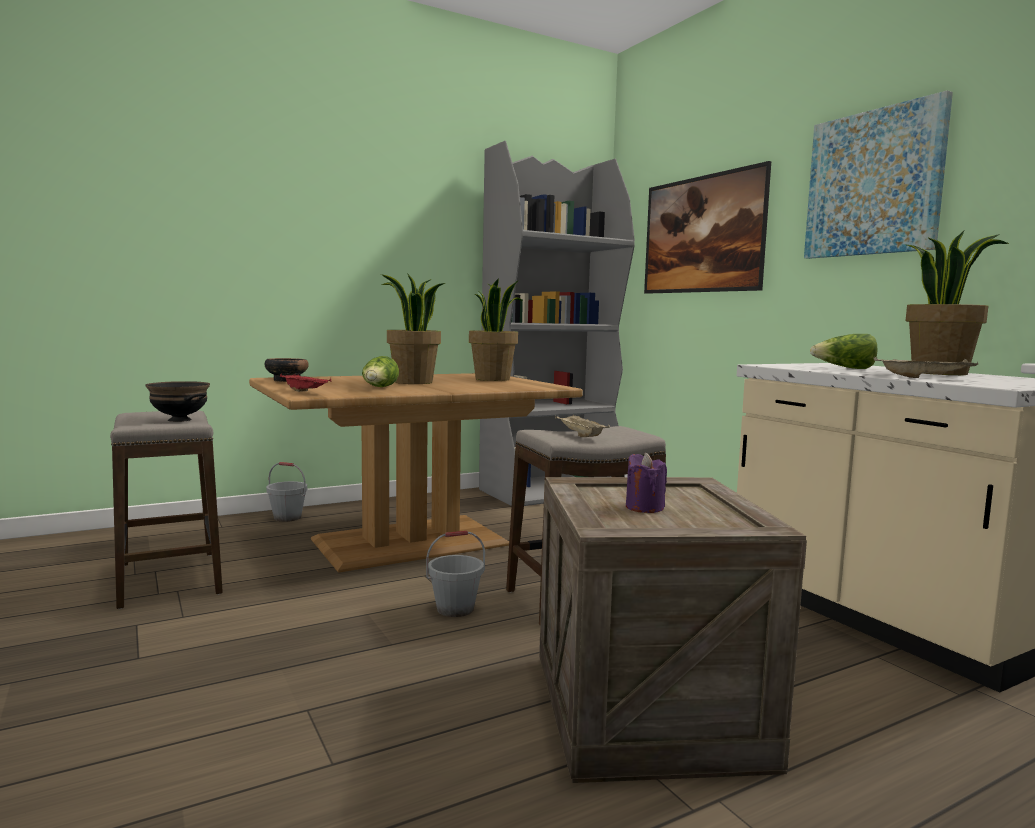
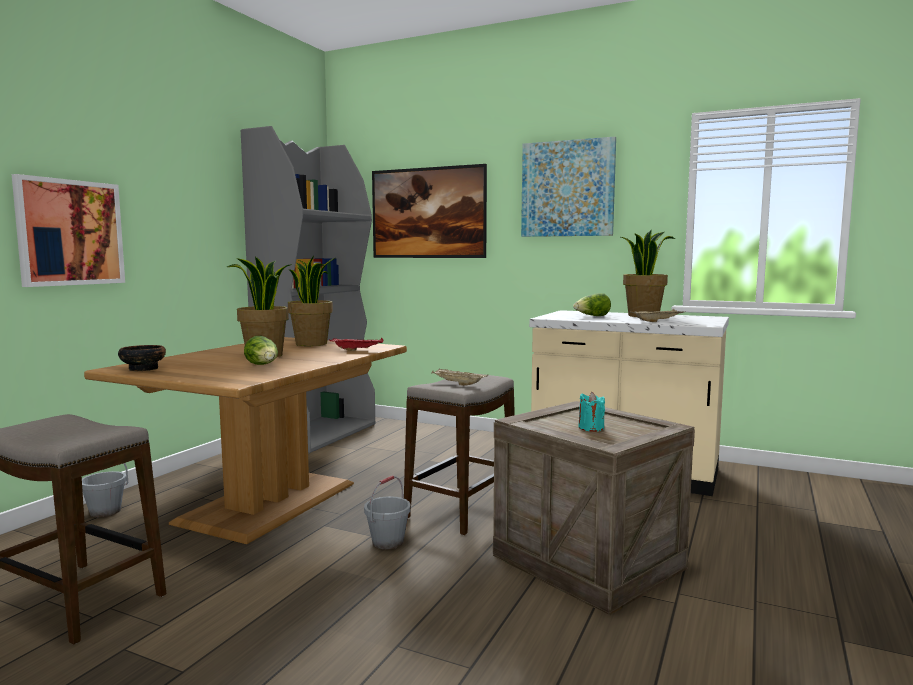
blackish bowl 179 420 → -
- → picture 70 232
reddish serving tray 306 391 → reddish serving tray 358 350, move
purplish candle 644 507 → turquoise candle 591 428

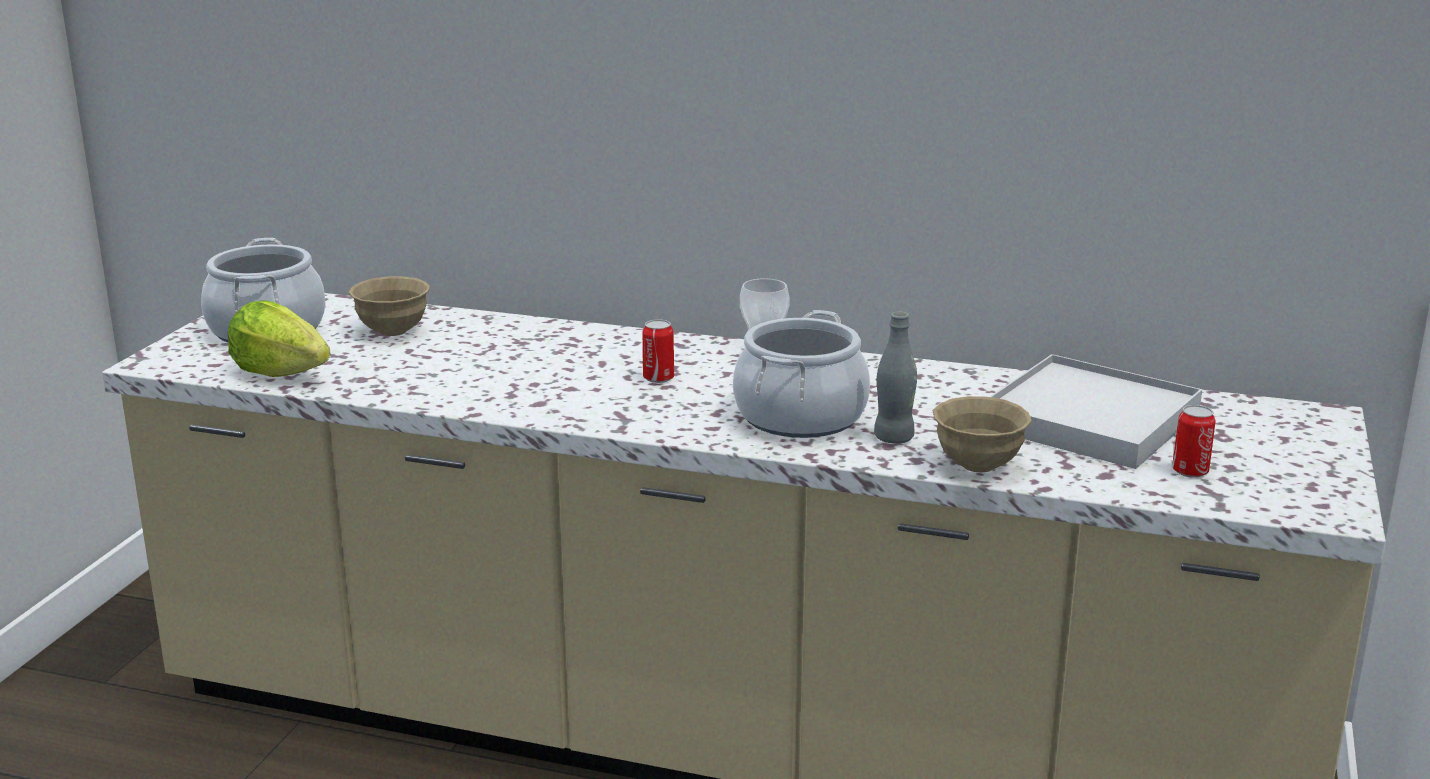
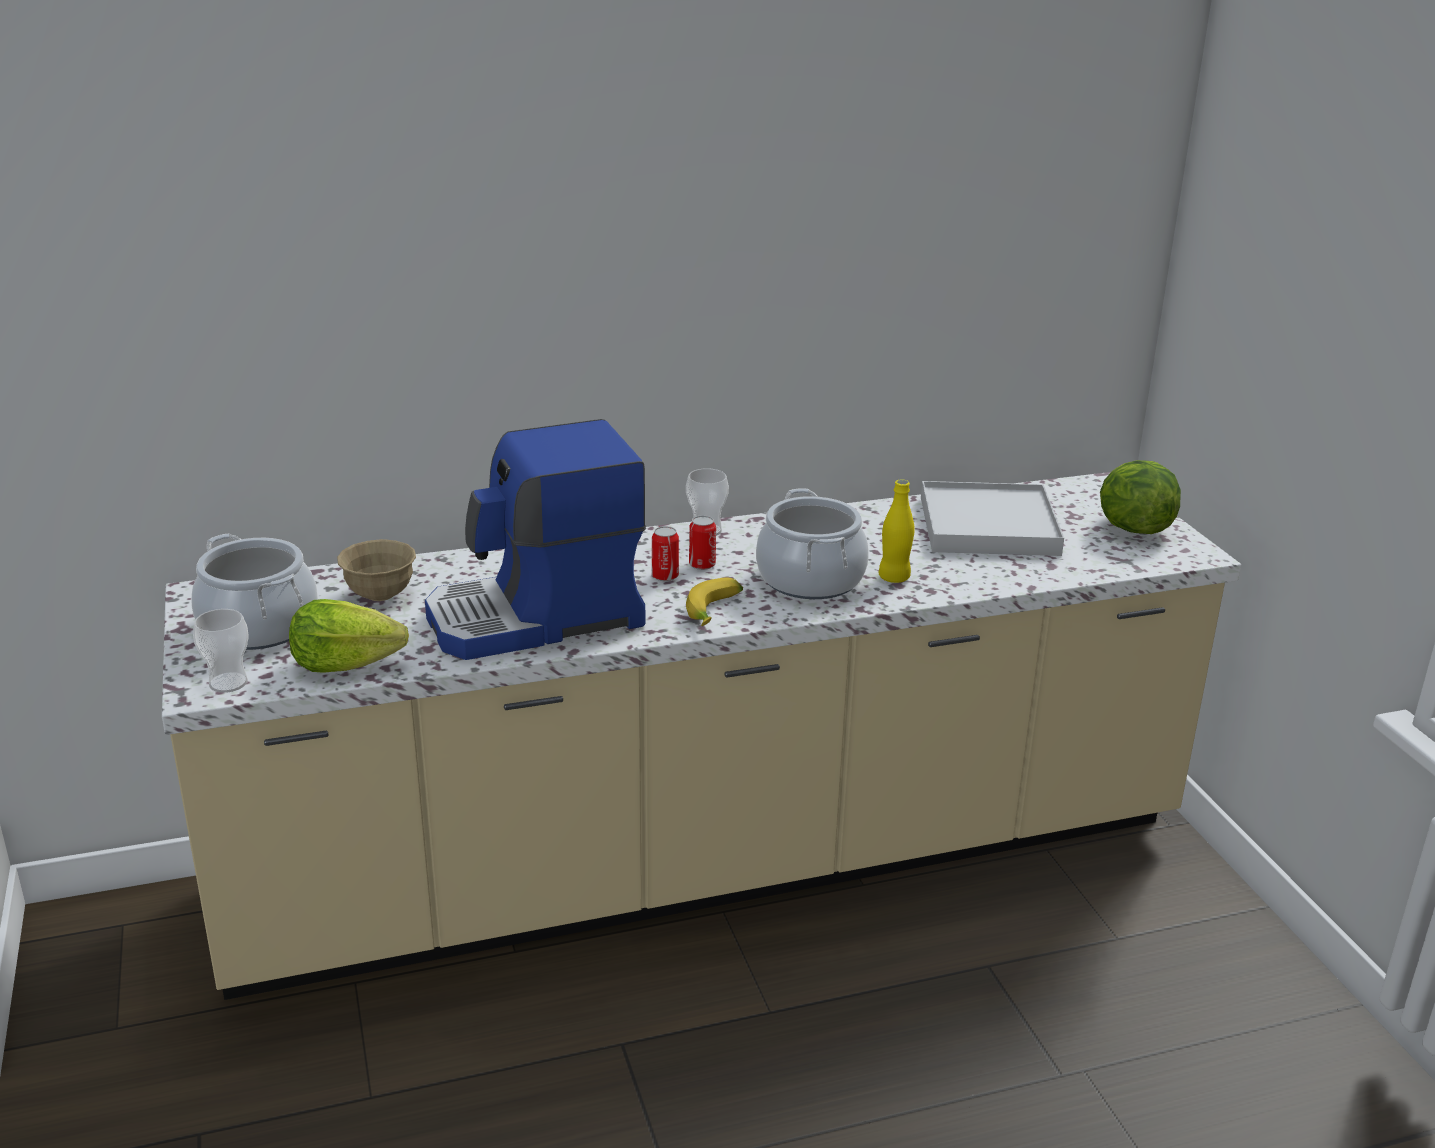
beige bowl 978 465 → -
- → small cup 228 683
- → coffee brewer 537 618
- → whole banana 716 612
- → lettuce head 1132 528
can 1190 471 → can 702 565, move
greyish beverage bottle 893 438 → yellowish beverage bottle 894 578

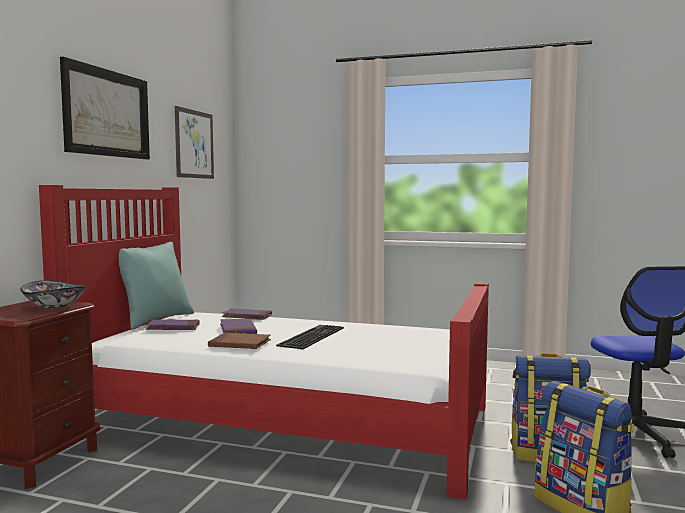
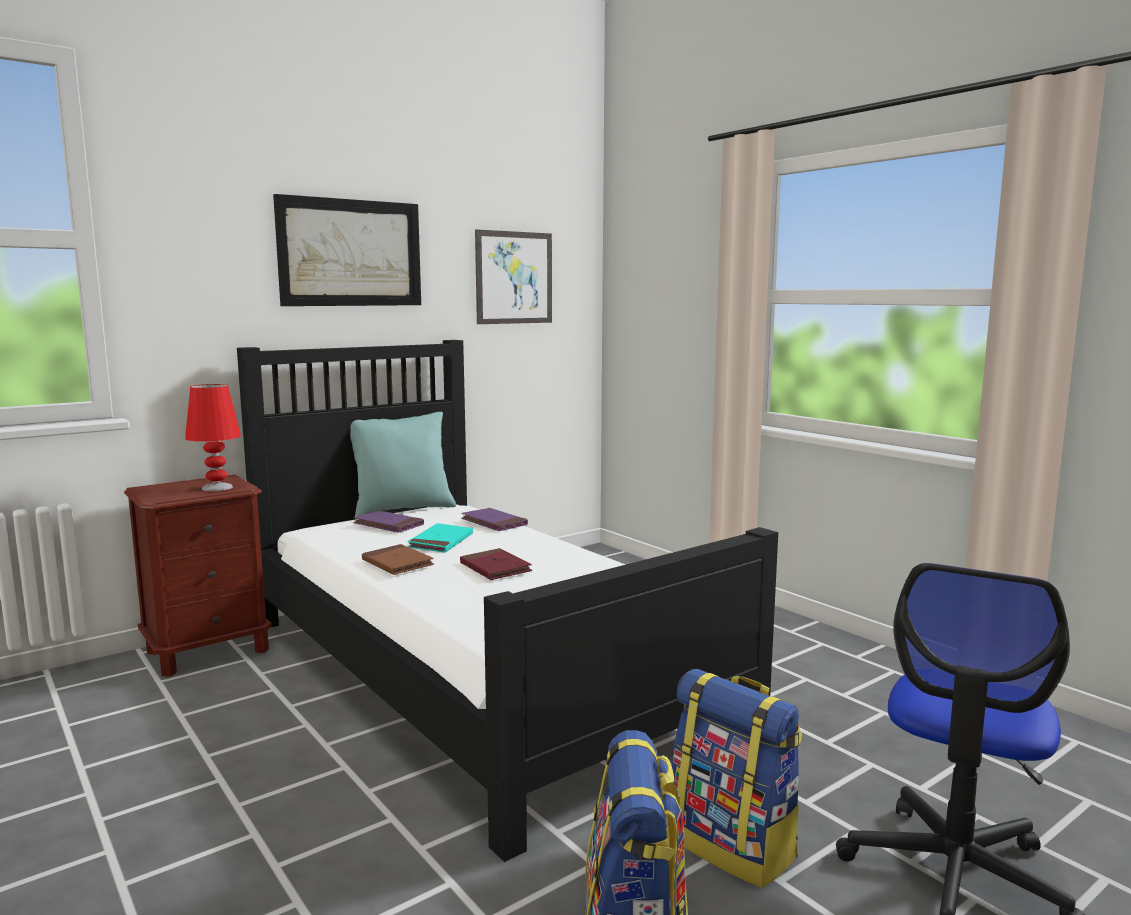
bowl 54 306 → reddish lamp for a table 217 487
keyboard 310 336 → reddish bound book 495 568
reddish bedroom bed 280 420 → blackish bedroom bed 474 670
purplish bound book 238 330 → turquoise bound book 441 541

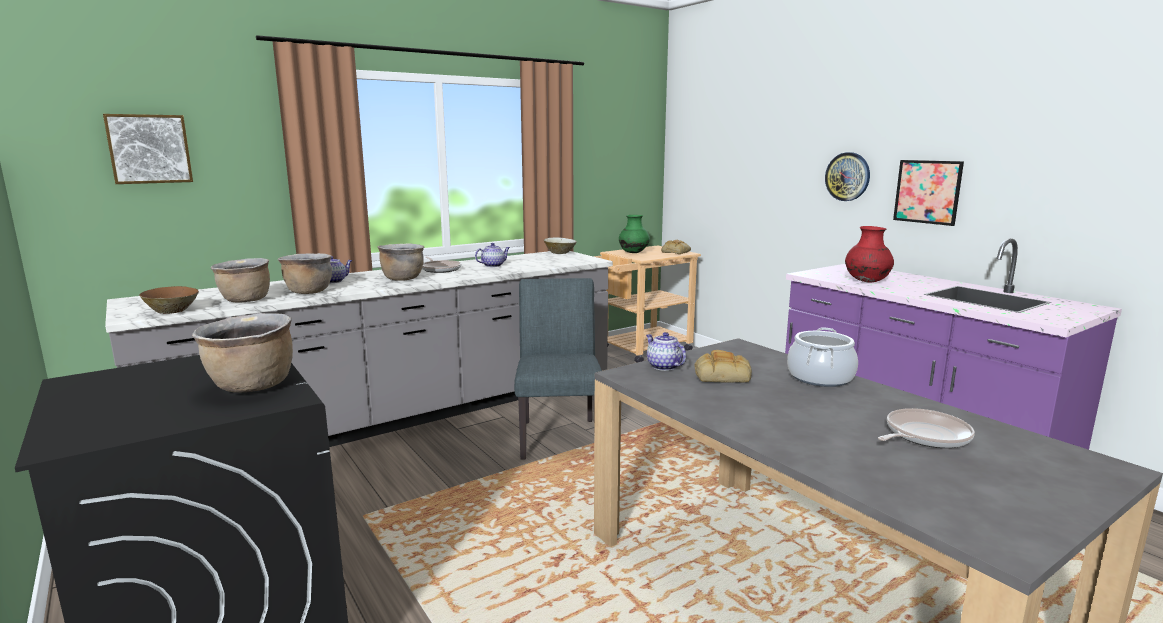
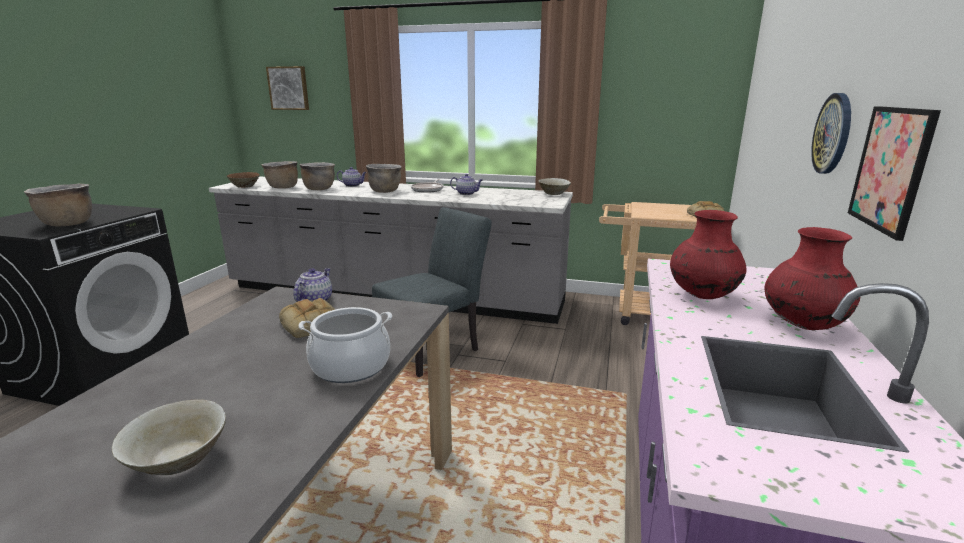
green vase 633 253 → -
- → reddish vase 802 325
pan 924 436 → beige bowl 178 460

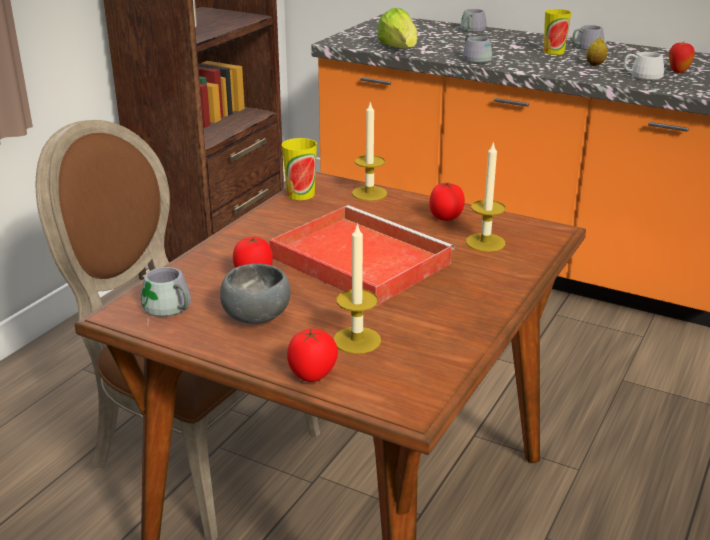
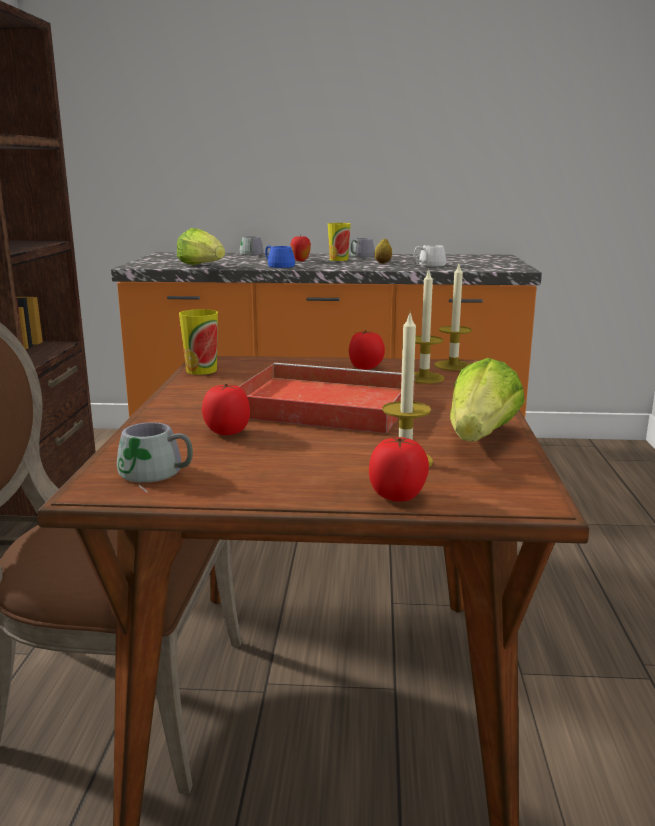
greyish bowl 258 317 → -
- → lettuce head 480 438
candle 369 193 → candle 453 365, move
apple 678 71 → apple 300 260, move
greyish tea mug 477 58 → blue-coloured tea mug 280 266

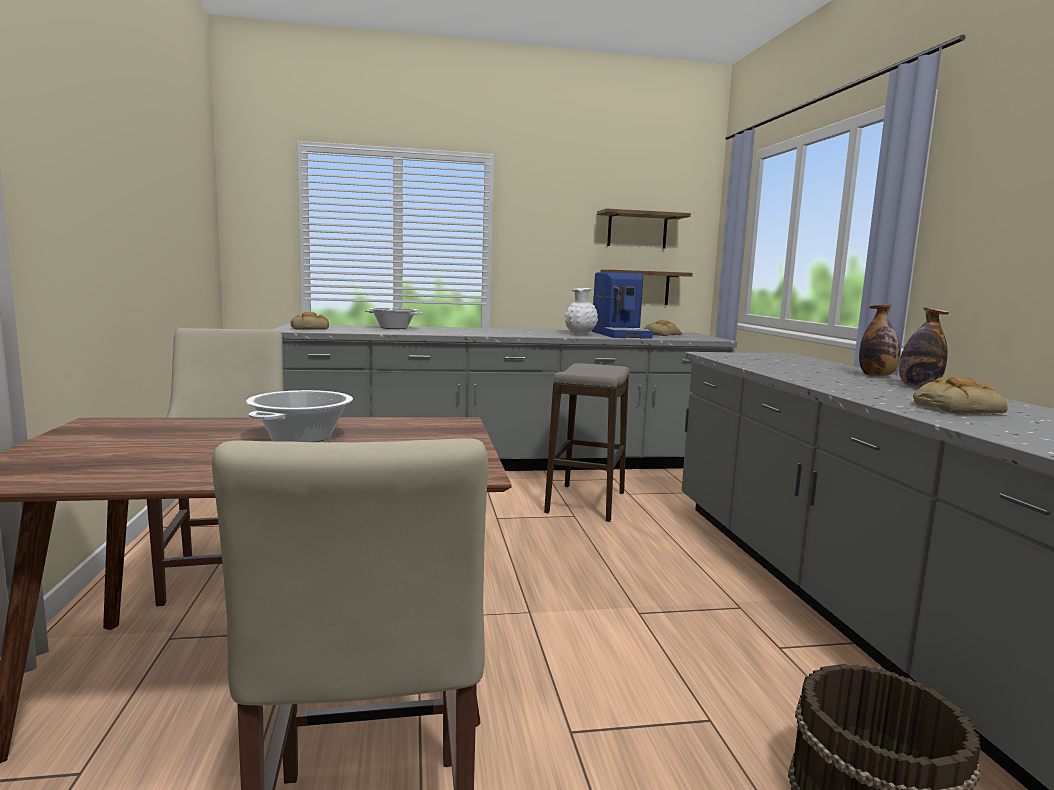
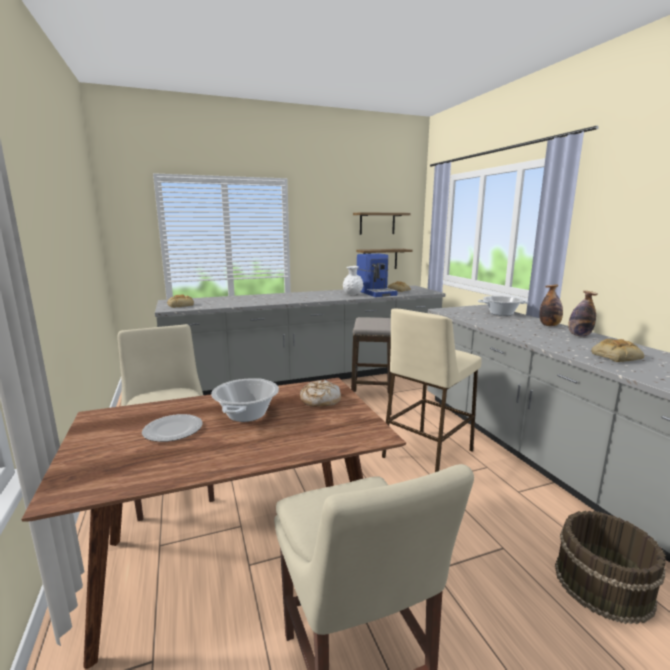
- → flat dish 172 430
- → bread 320 400
- → beige stool seat 427 454
saucepot 393 328 → saucepot 501 313, move

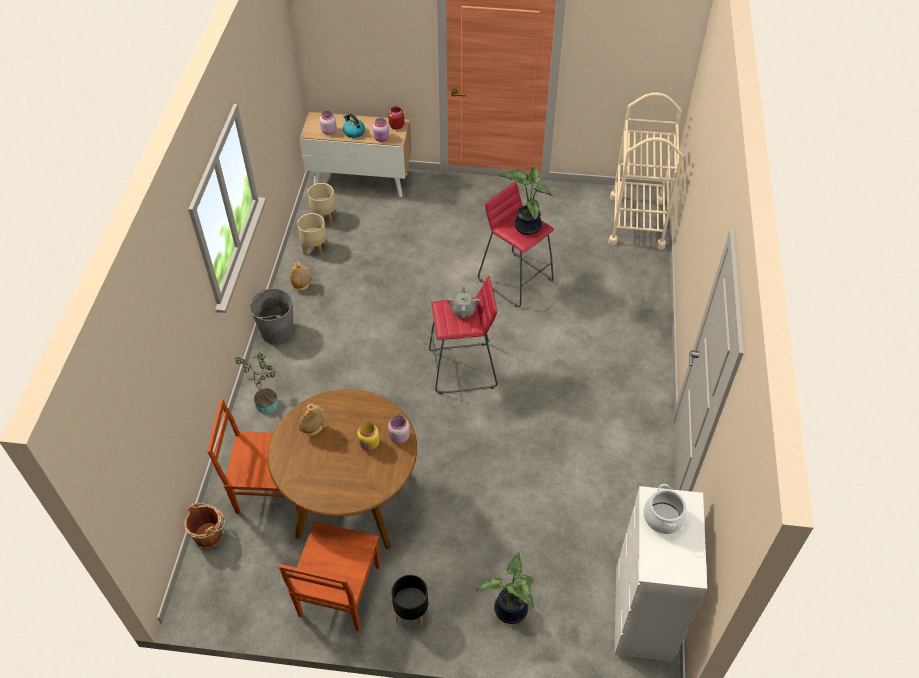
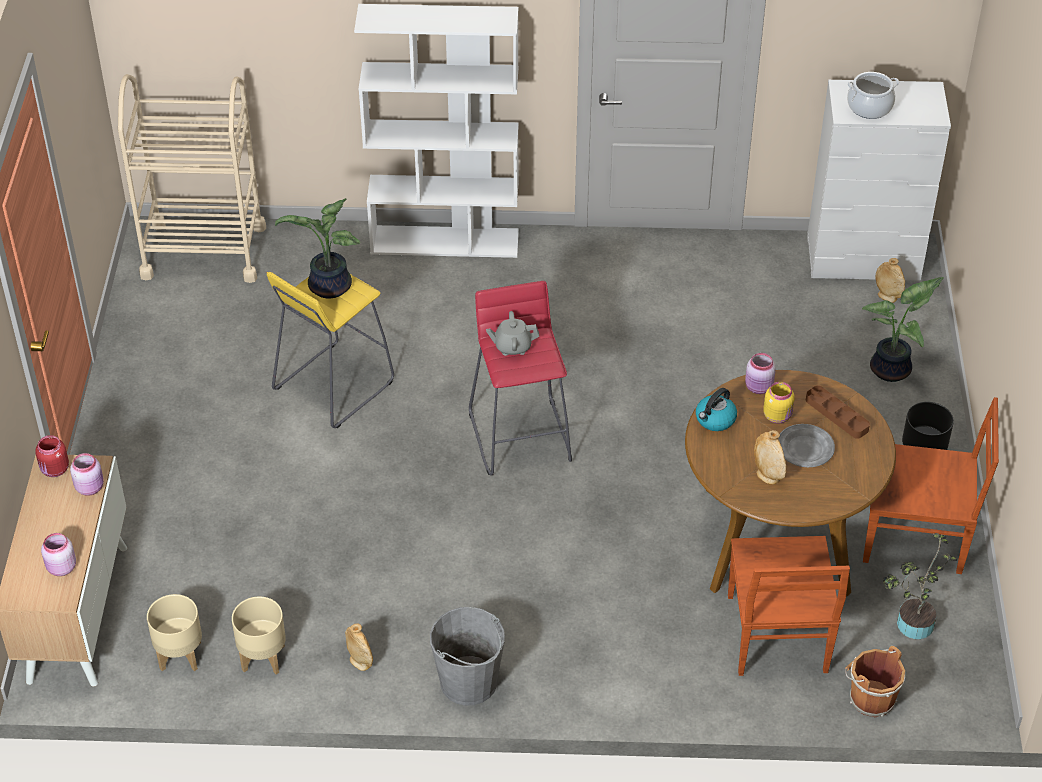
- → white shelving unit 445 241
- → greyish flat dish 804 448
- → brown-coloured serving tray 836 415
- → beige vase 887 296
plant in a pot 267 401 → plant in a pot 910 625, move
tea kettle 353 132 → tea kettle 715 420, move
reddish stool seat 515 279 → yellowish stool seat 332 385

